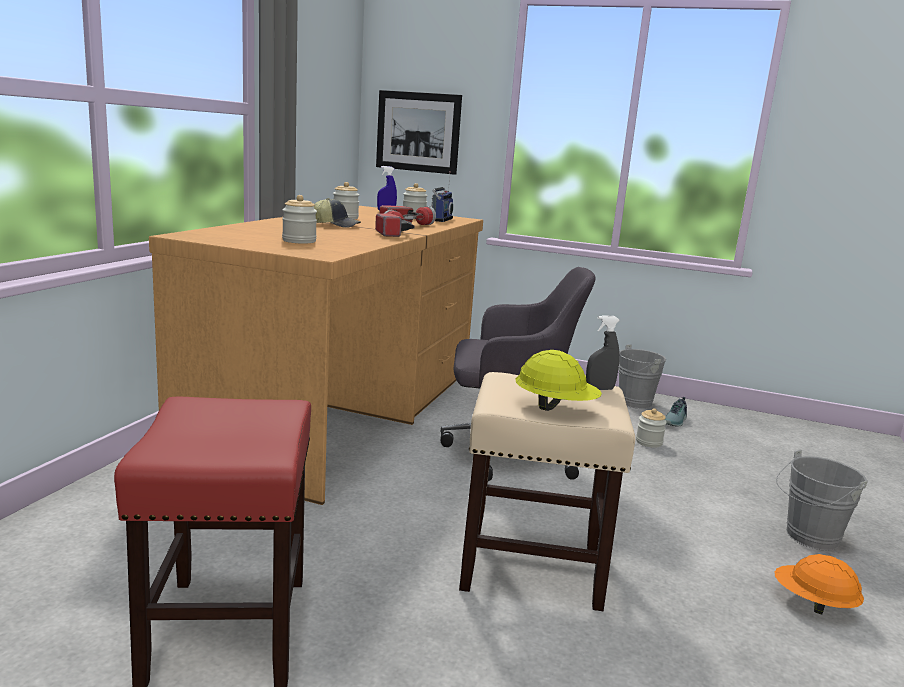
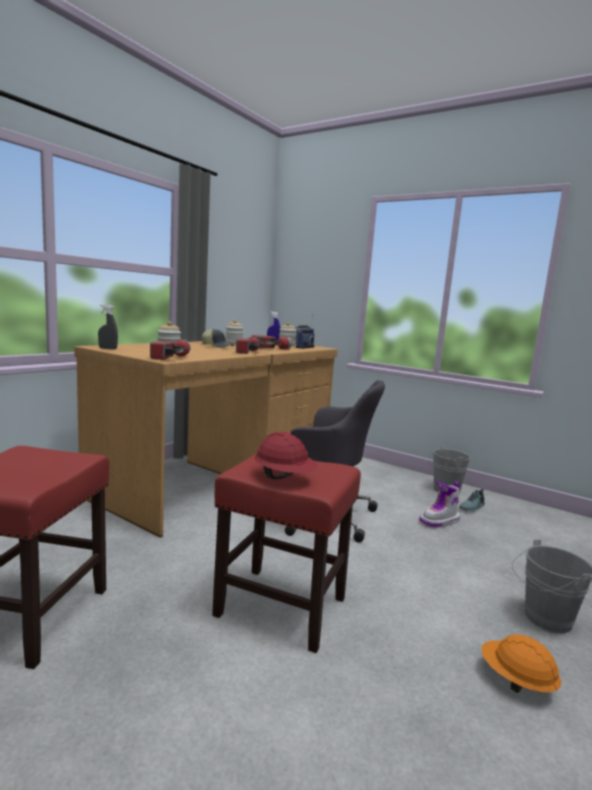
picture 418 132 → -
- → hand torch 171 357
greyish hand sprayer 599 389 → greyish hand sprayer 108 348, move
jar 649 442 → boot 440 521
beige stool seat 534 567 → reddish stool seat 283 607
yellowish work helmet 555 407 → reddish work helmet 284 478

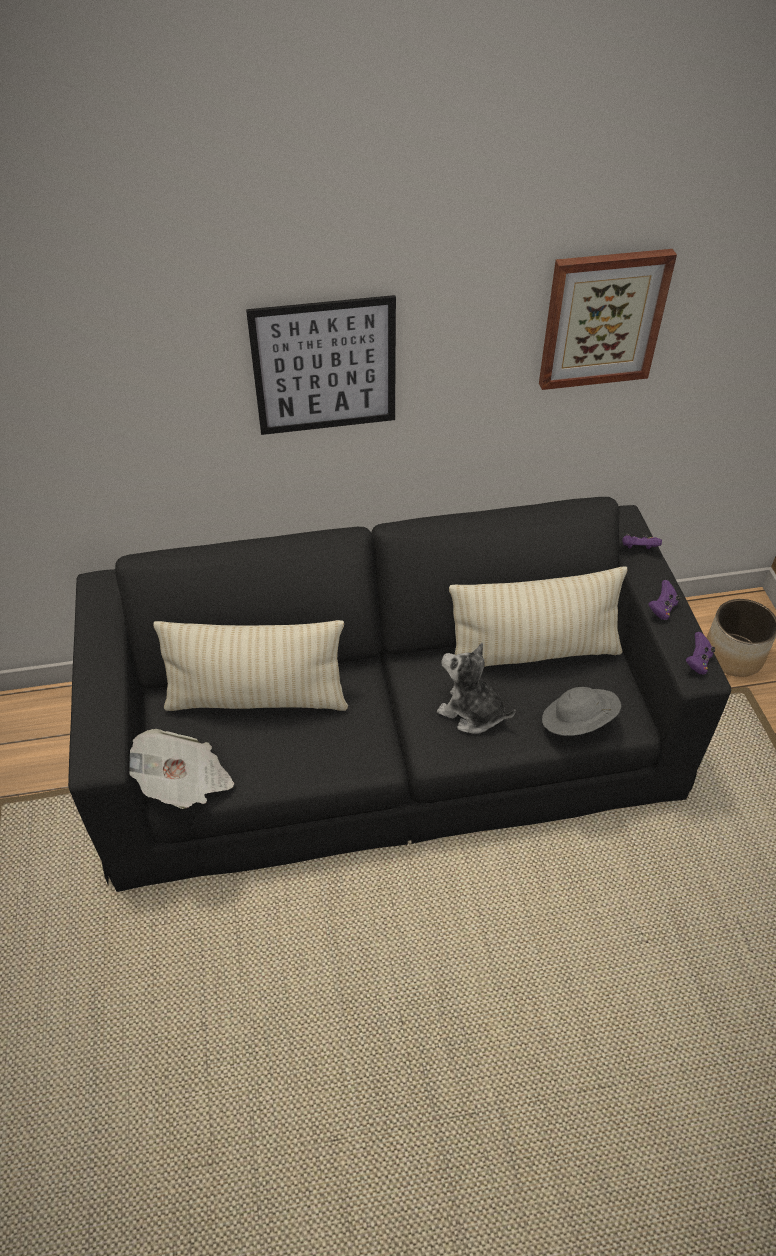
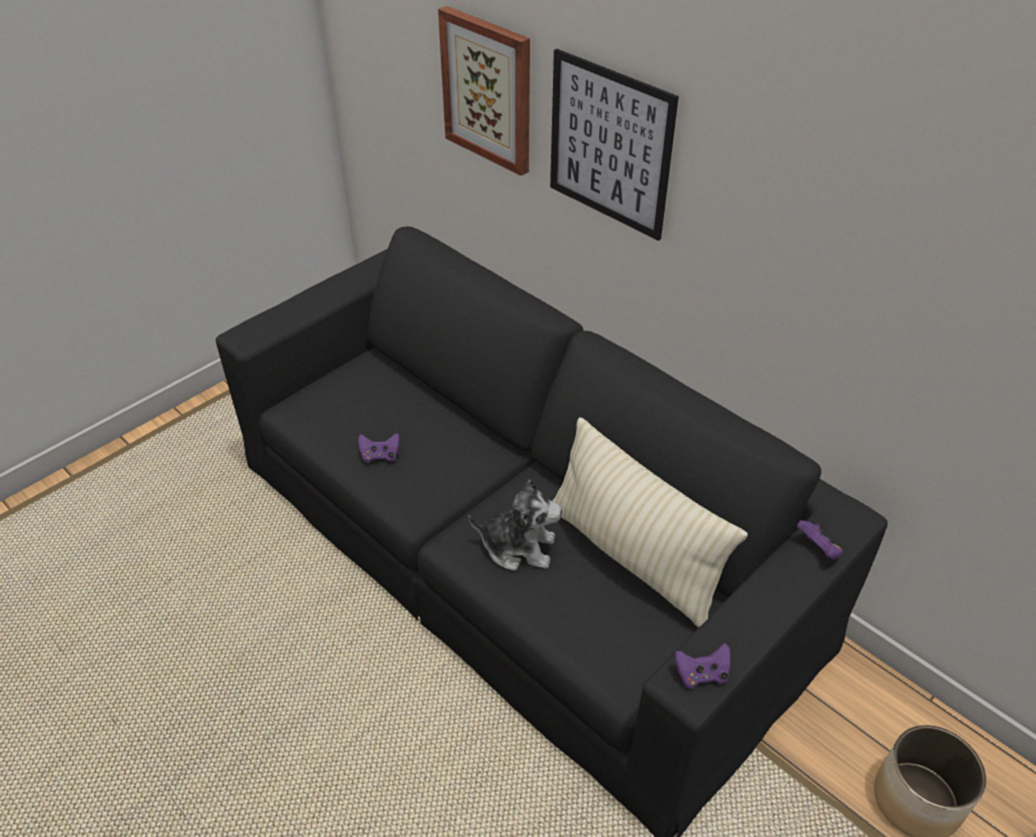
daily paper 184 783 → -
beige throw pillow 257 698 → -
greyish clothing hat 577 723 → -
picture 602 319 → picture 488 90, move
purplish game controller 662 609 → purplish game controller 380 456, move
soft toy 471 712 → soft toy 518 547, 105 degrees clockwise

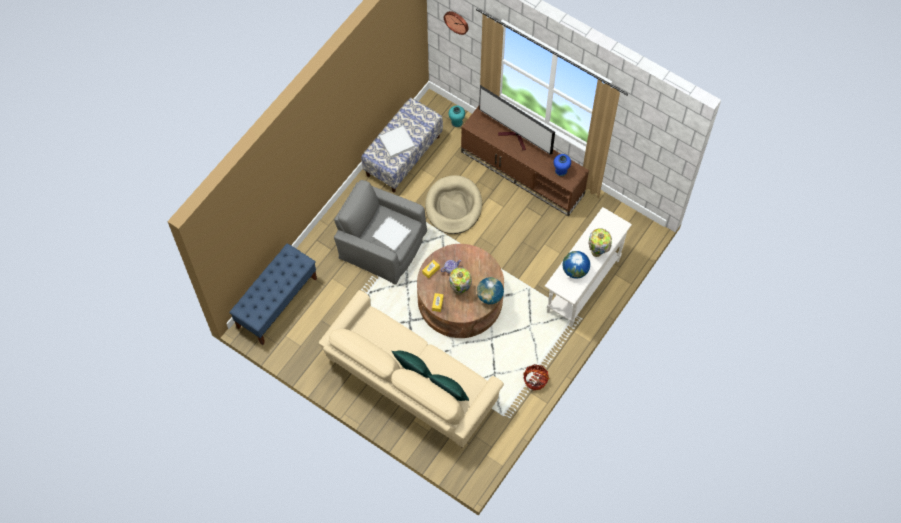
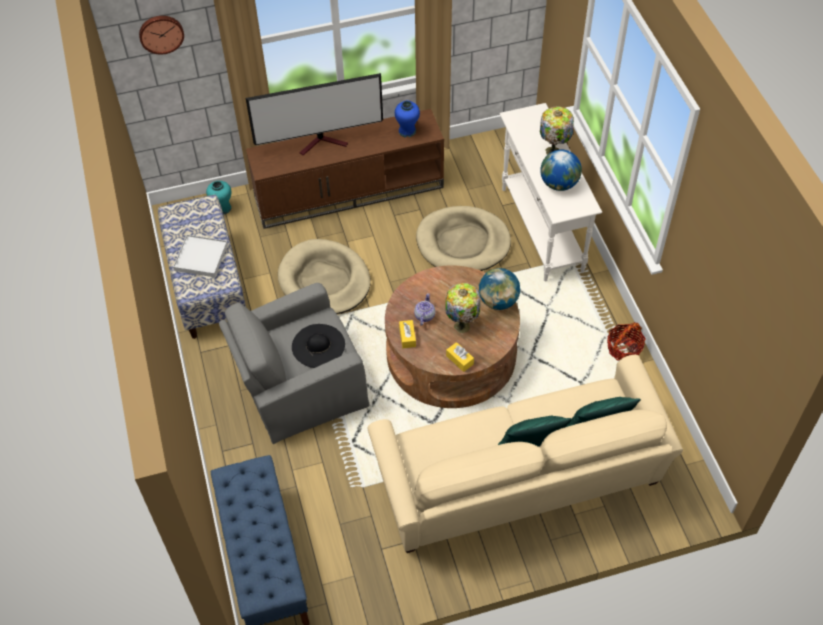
- → beige dog cushion 463 243
white serving tray 391 235 → blackish clothing hat 318 345

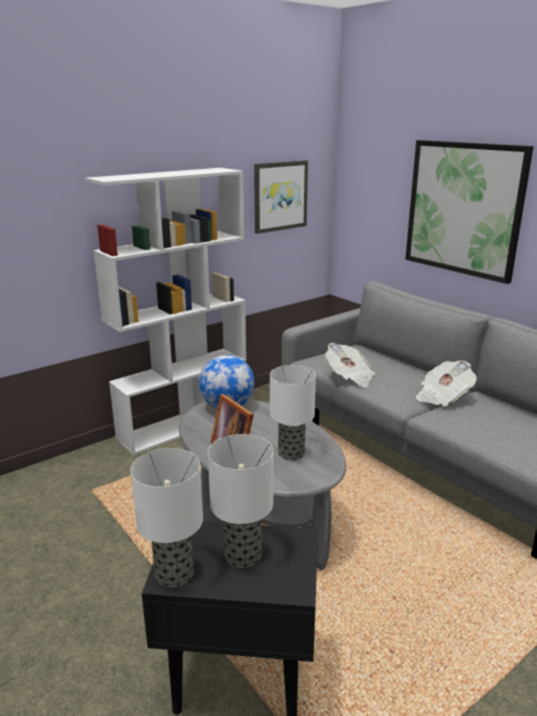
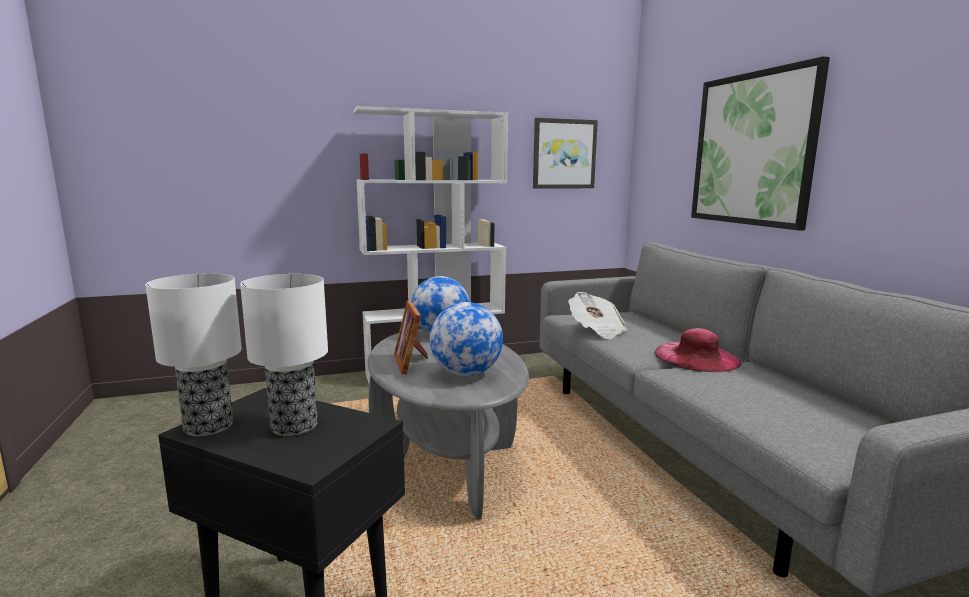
lamp for a table 290 453 → world globe 466 373
daily paper 442 396 → pinkish clothing hat 697 357

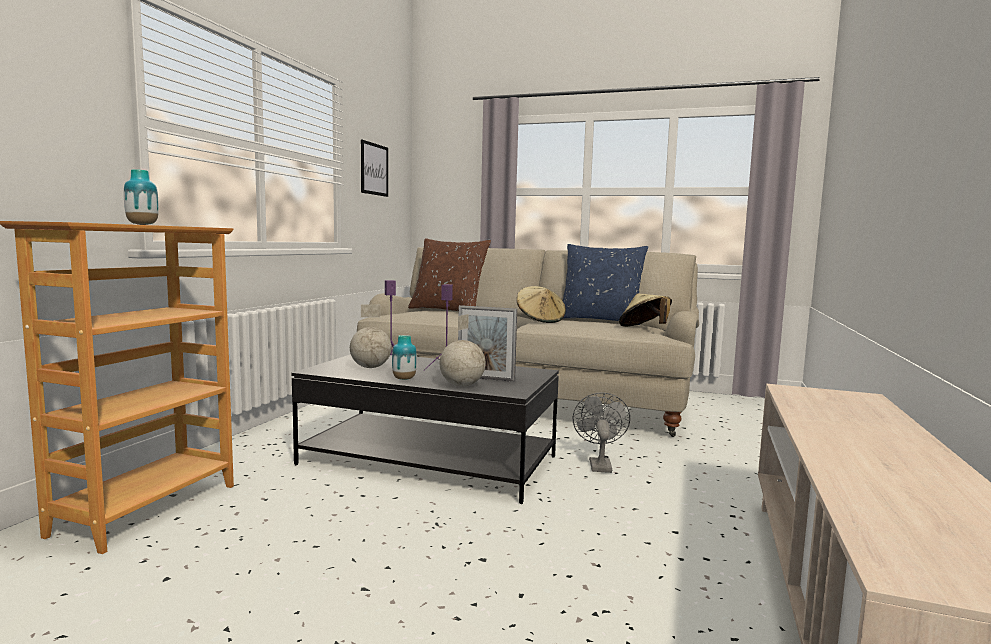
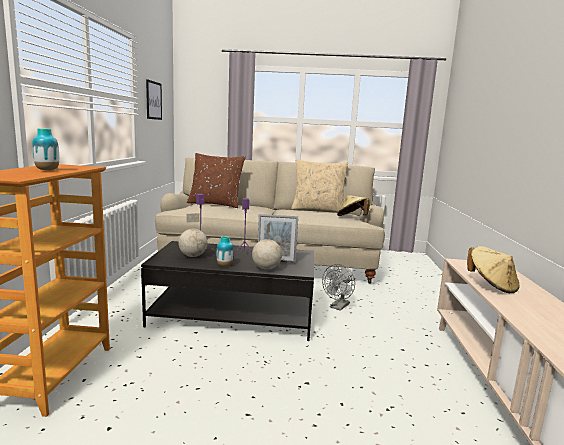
beige clothing hat 540 320 → beige clothing hat 491 285, move
blue-coloured throw pillow 600 320 → beige throw pillow 318 209
greyish electric fan 599 464 → greyish electric fan 338 307, 135 degrees counterclockwise

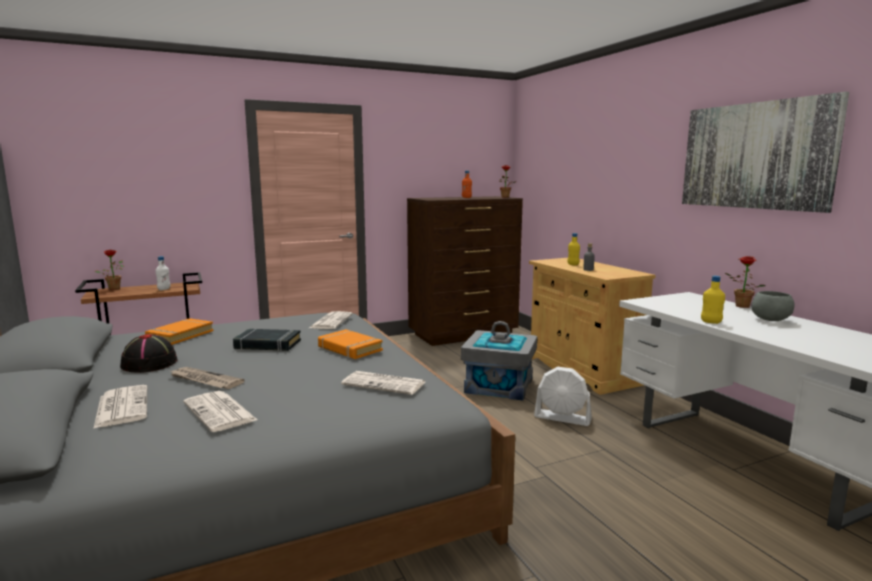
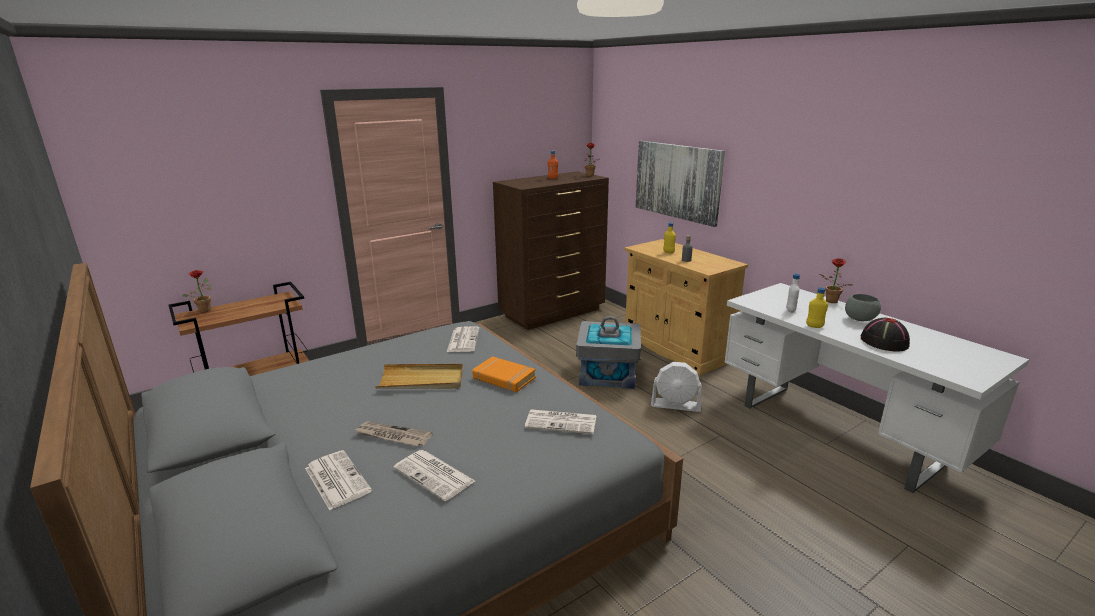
orange-coloured bound book 180 336 → -
blackish clothing hat 150 363 → blackish clothing hat 883 342, move
white beverage bottle 164 289 → white beverage bottle 790 310, move
picture 755 156 → picture 677 181, move
blackish bound book 267 344 → beige serving tray 421 380

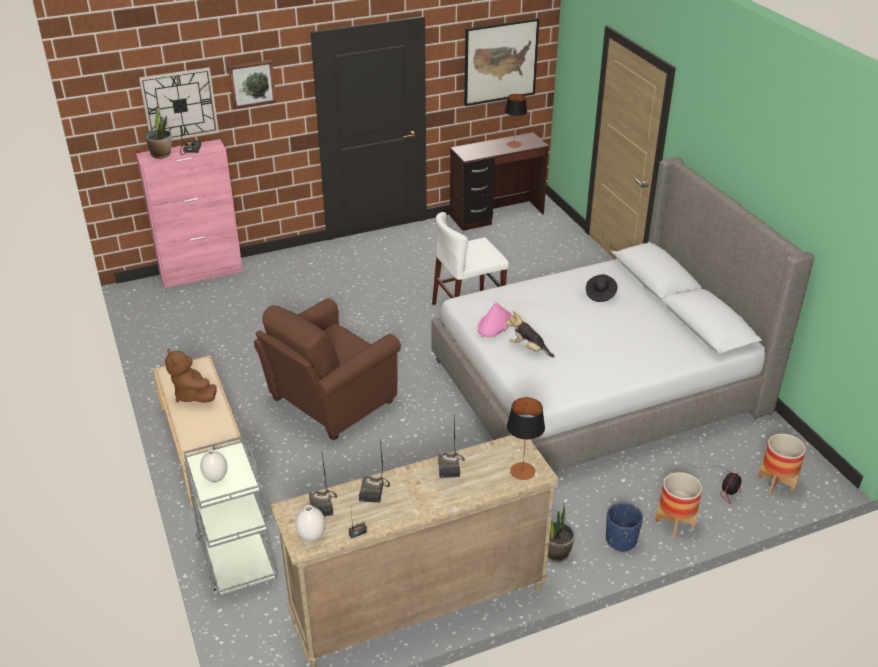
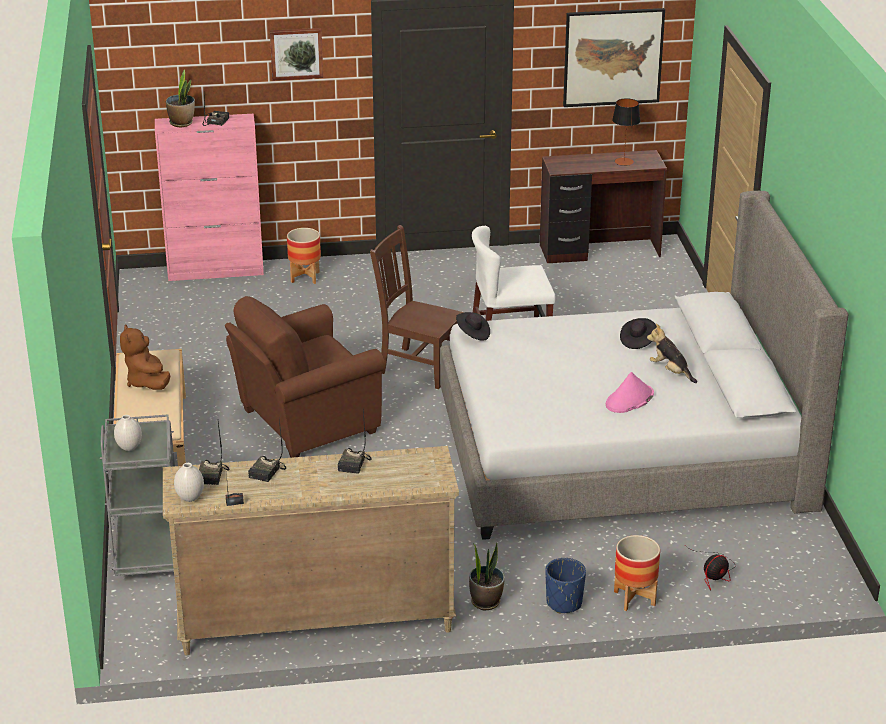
wall clock 179 105 → -
lamp for a table 522 471 → -
- → brown-coloured chair 418 367
- → blackish clothing hat 473 334
pinkish clothing hat 494 324 → pinkish clothing hat 629 400, move
soft toy 528 349 → soft toy 670 371, move
plant pot 776 483 → plant pot 305 277, move

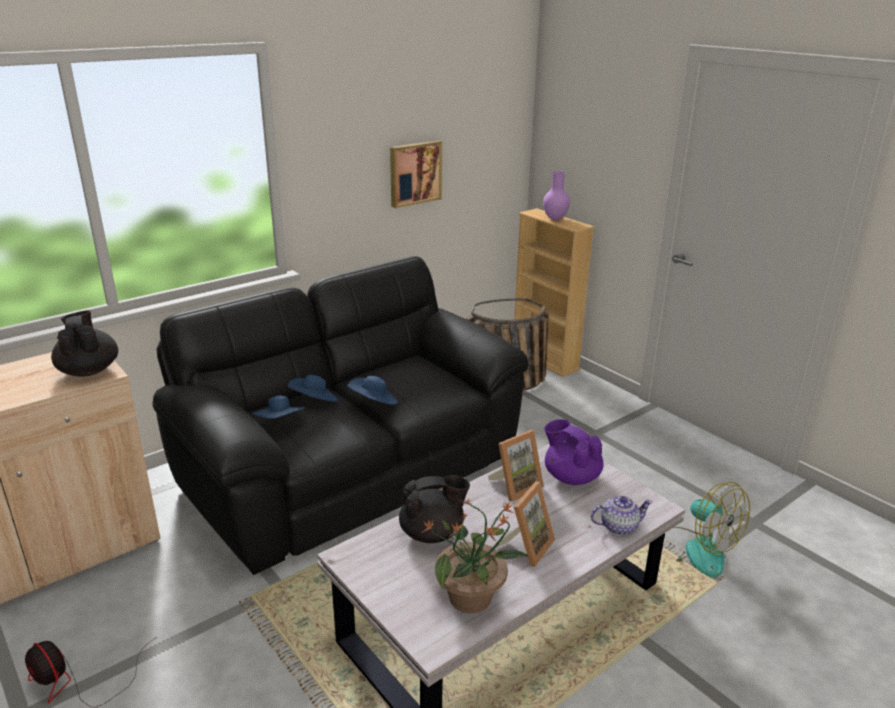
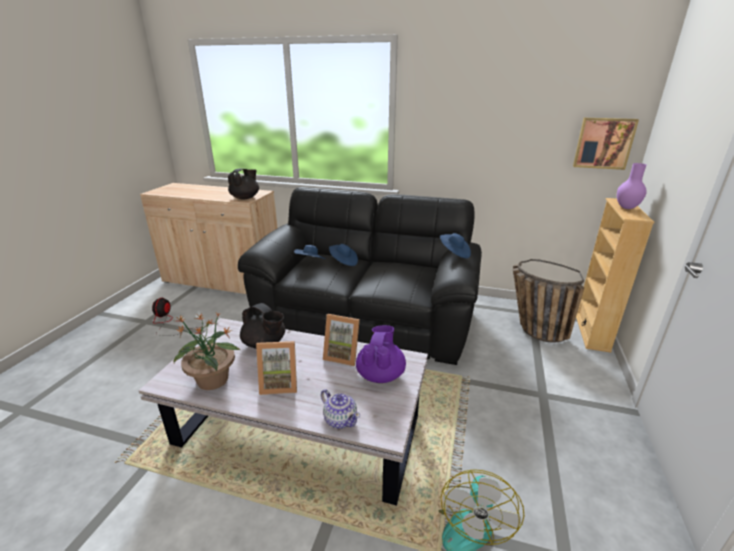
blue-coloured clothing hat 374 403 → blue-coloured clothing hat 454 253, move
picture 414 173 → picture 603 143, move

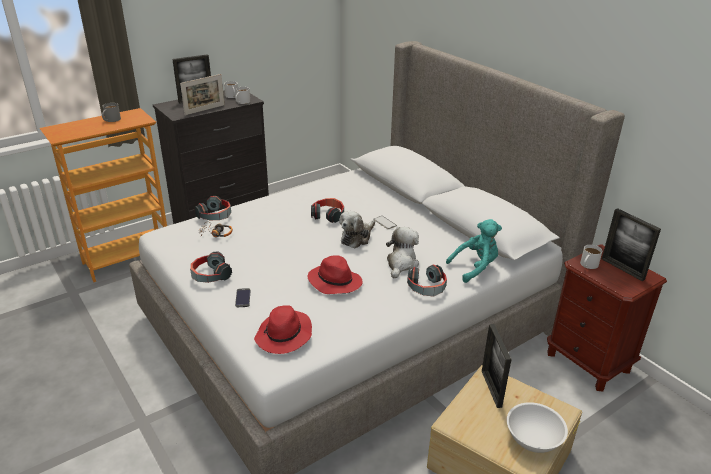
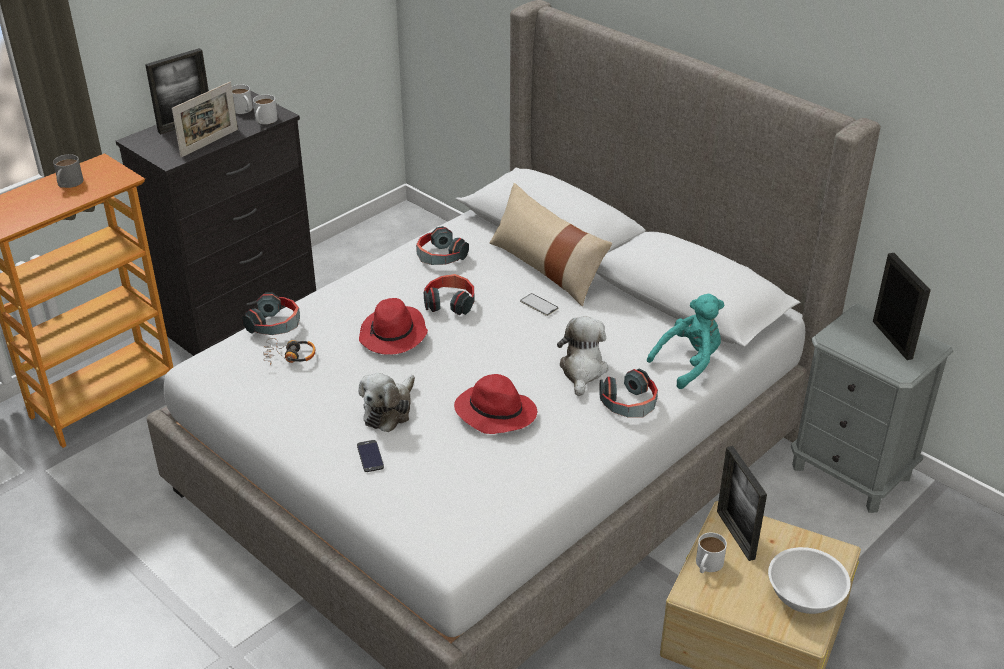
- → beige throw pillow 547 268
pair of headphones 210 275 → pair of headphones 440 257, move
reddish clothing hat 284 336 → reddish clothing hat 393 335, move
soft toy 357 237 → soft toy 389 410, move
white tea mug 587 265 → white tea mug 707 565, move
brown-coloured bedside table 588 362 → greyish bedside table 851 472
standing frame 622 269 → standing frame 892 340, 150 degrees counterclockwise

